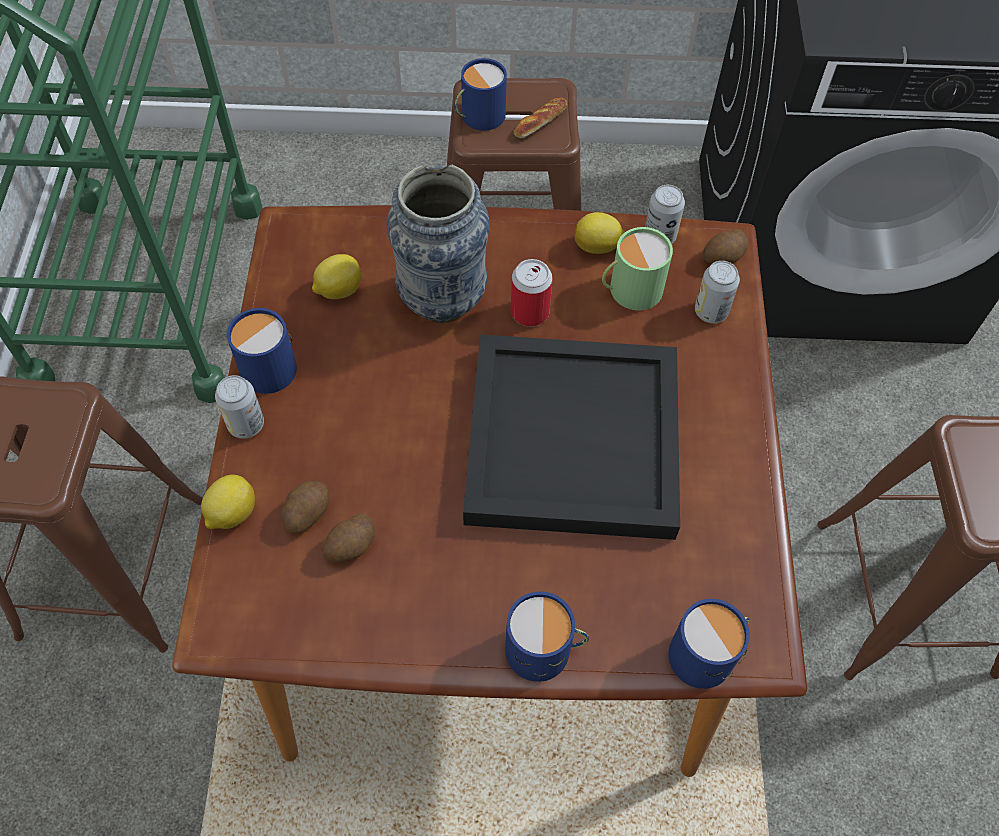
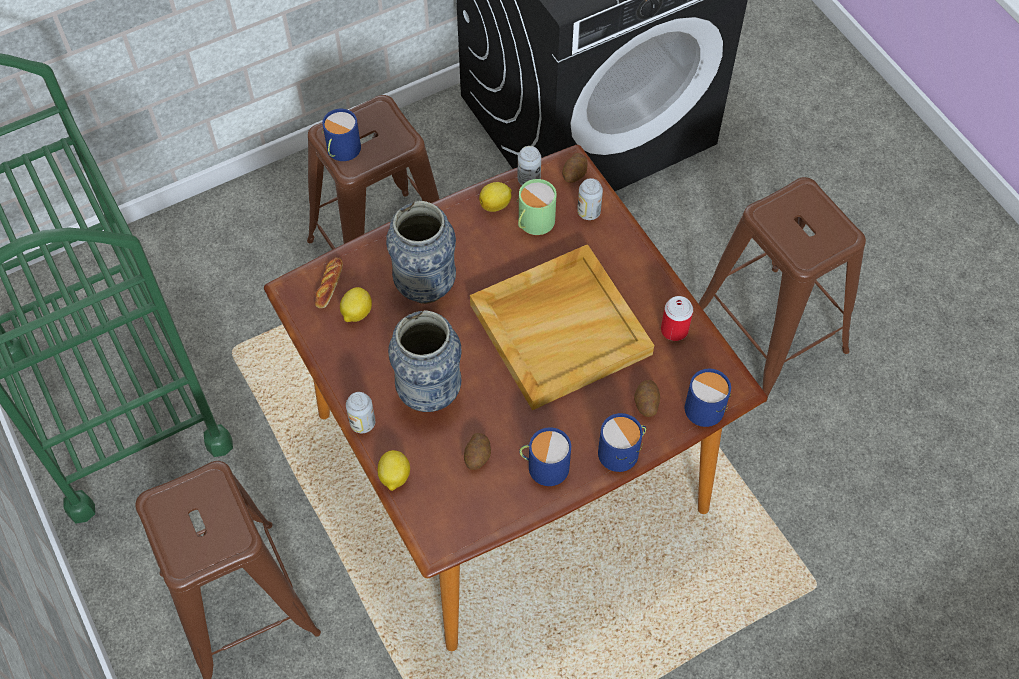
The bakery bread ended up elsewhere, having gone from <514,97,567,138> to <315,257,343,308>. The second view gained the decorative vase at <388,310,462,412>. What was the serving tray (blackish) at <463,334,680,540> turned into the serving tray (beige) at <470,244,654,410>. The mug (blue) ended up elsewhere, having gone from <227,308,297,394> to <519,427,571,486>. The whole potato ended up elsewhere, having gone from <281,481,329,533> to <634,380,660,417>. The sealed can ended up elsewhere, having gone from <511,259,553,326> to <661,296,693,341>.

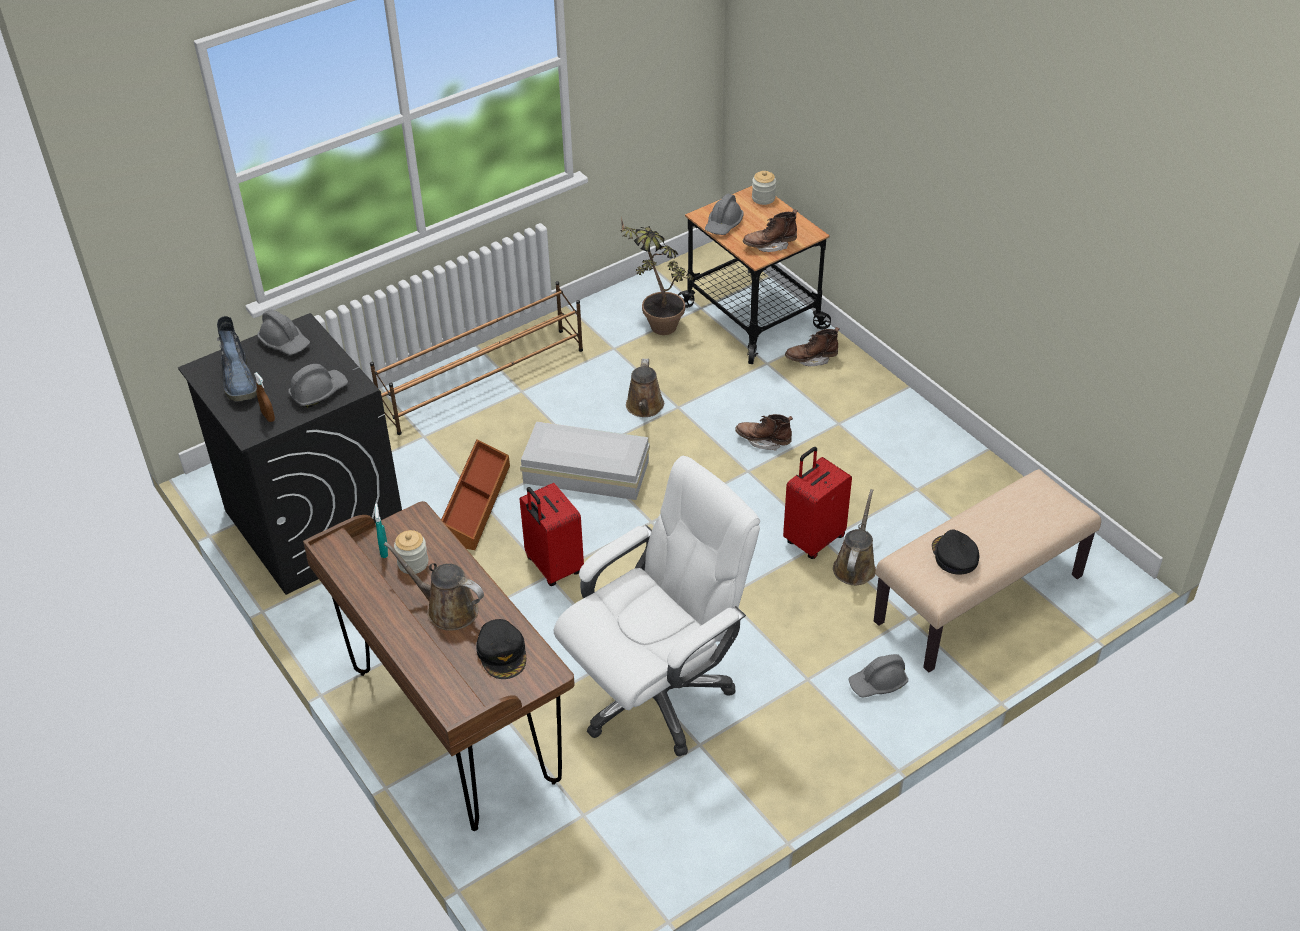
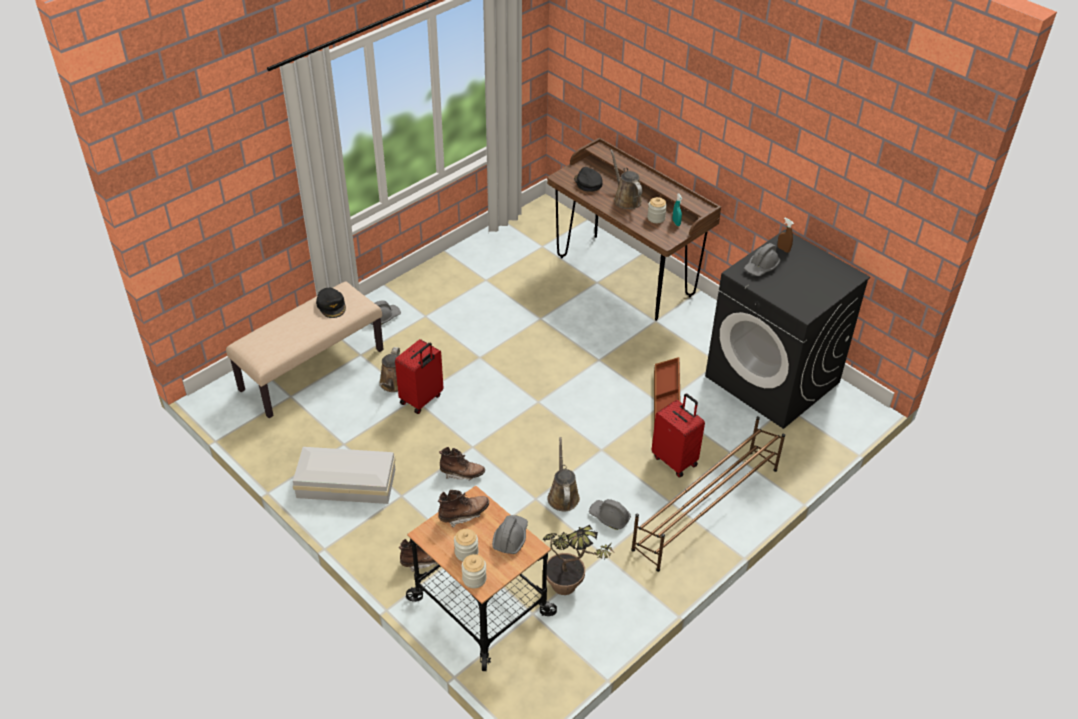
The storage bin (white-coloured) ended up elsewhere, having gone from <520,421,650,500> to <293,447,395,504>. The second view gained the preserve jar at <454,529,479,562>. The safety helmet (greyish) ended up elsewhere, having gone from <257,310,310,355> to <589,499,631,530>. The watering pot (brown-coloured) at <384,542,484,631> ended up facing another way, 135 degrees counterclockwise from before. The piece of luggage (reddish) ended up elsewhere, having gone from <519,483,584,586> to <652,393,705,478>. The second view lost the high-top boot at <217,316,257,401>. The second view lost the computer chair (white-coloured) at <554,456,760,756>.

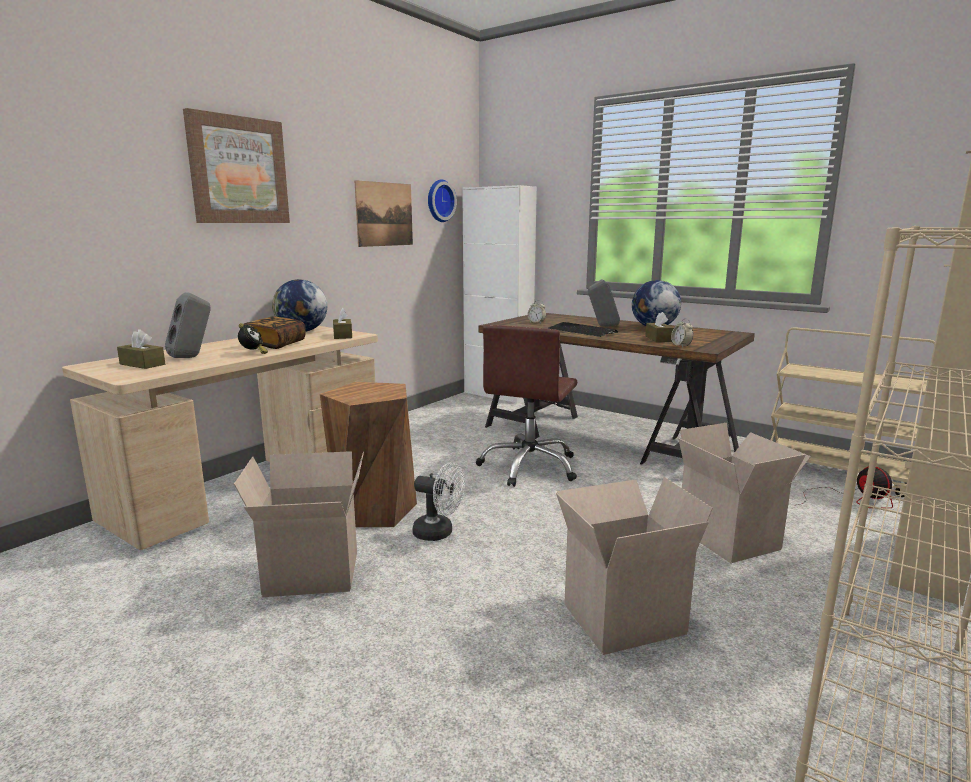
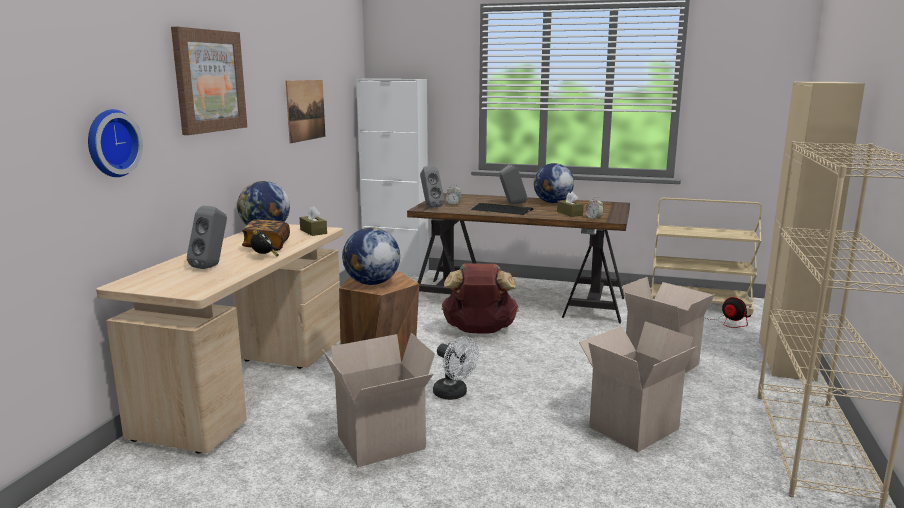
The hanging clock ended up elsewhere, having gone from <428,180,457,222> to <88,109,143,177>. The second view gained the world globe at <342,228,400,285>. The second view gained the audio speaker (greyish) at <420,166,445,207>. The electric fan (white-coloured) at <412,462,465,541> ended up facing another way, 45 degrees clockwise from before. Where the computer chair (brown-coloured) stood at <476,325,577,487>, the knapsack (brown-coloured) came to stand at <441,263,519,333>. The second view lost the tissue holder (brown-coloured) at <117,329,165,369>.

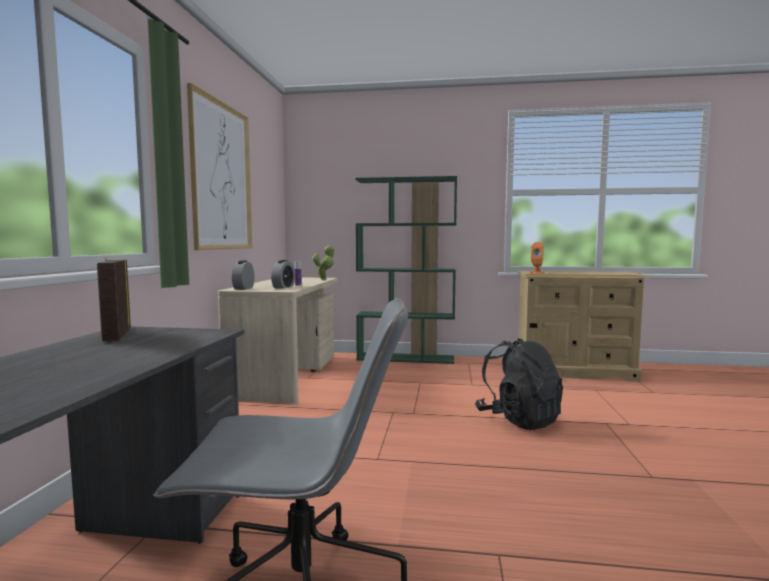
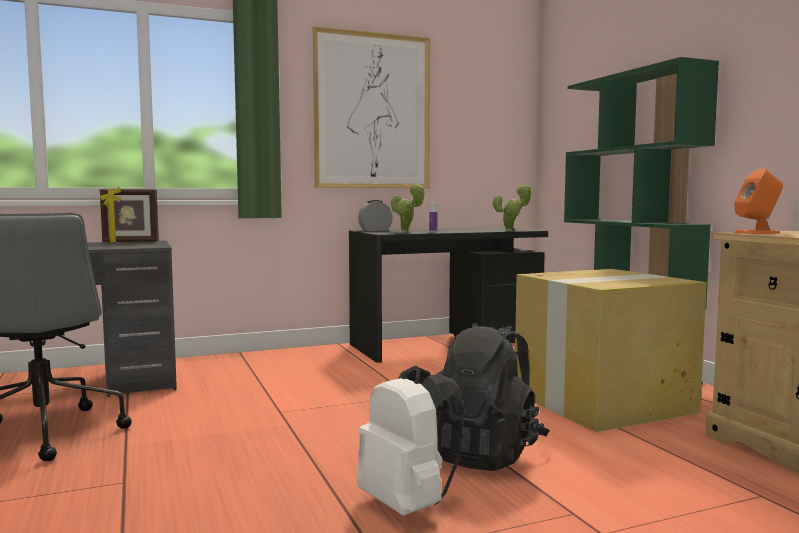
The standing frame at <97,258,131,342> ended up facing another way, 135 degrees counterclockwise from before. What was the desk table (beige) at <218,277,337,404> turned into the desk table (blackish) at <349,227,548,363>. The second view gained the knapsack (white-coloured) at <357,366,465,516>. Where the table clock stood at <271,260,295,289>, the plant in a pot came to stand at <391,183,425,232>. The second view gained the cardboard box at <515,269,707,432>.

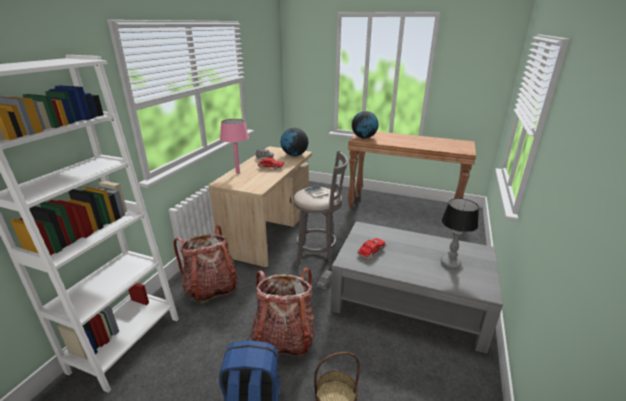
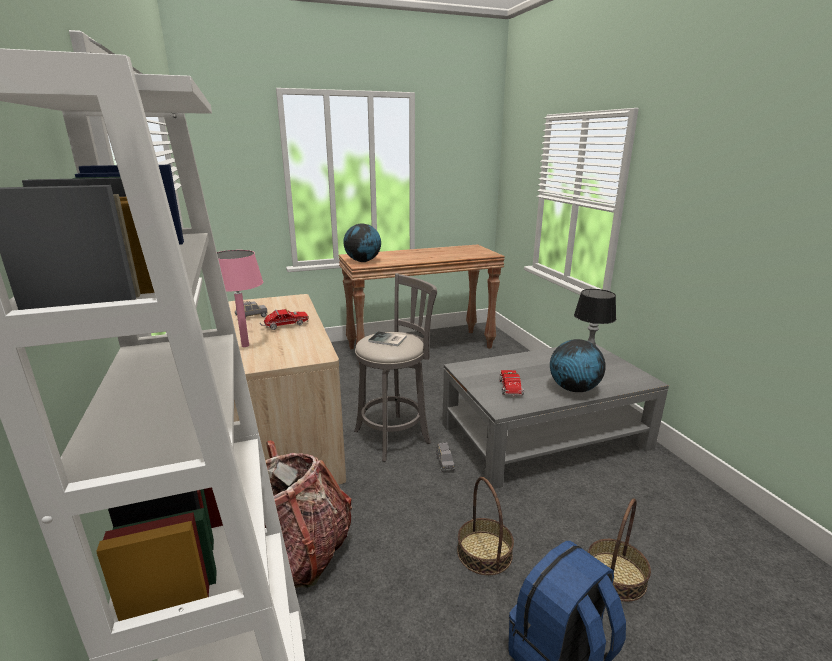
Where the knapsack stood at <251,267,315,356>, the storage basket came to stand at <457,477,514,575>. The world globe ended up elsewhere, having gone from <281,128,309,156> to <550,339,606,392>.

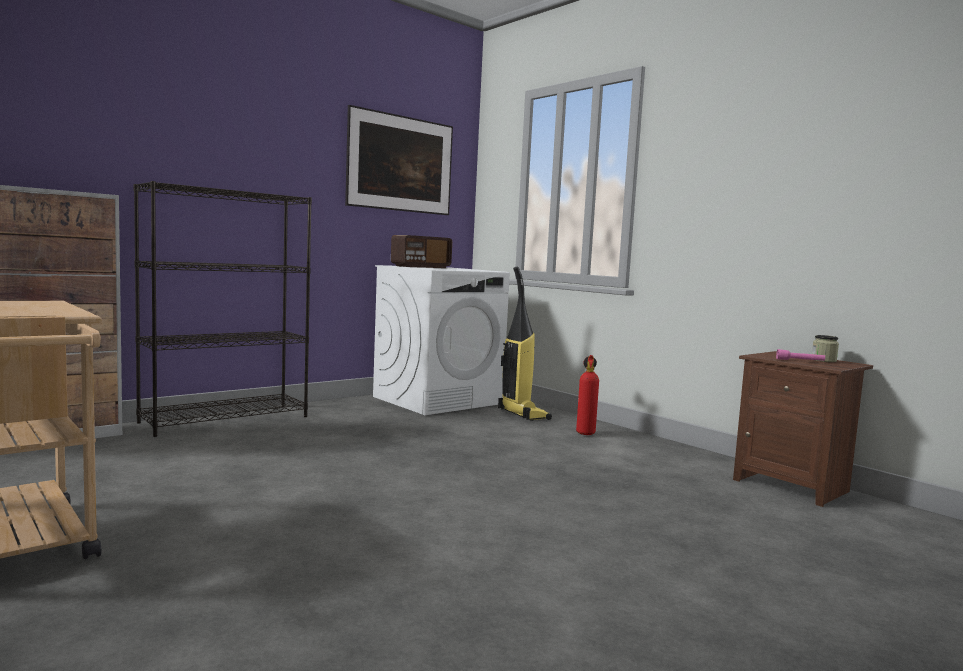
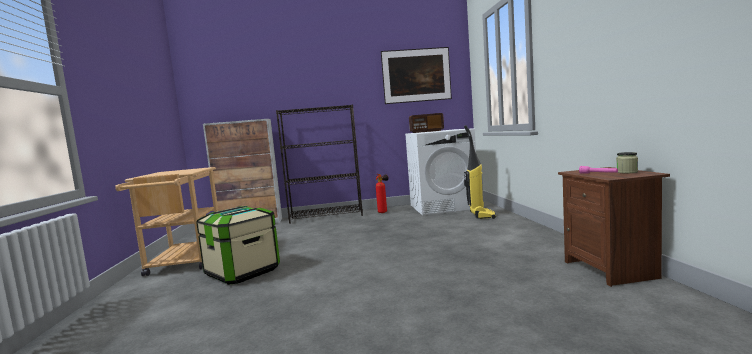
The second view gained the storage bin at <196,206,280,285>. The extinguisher ended up elsewhere, having gone from <576,355,599,435> to <376,174,389,213>.

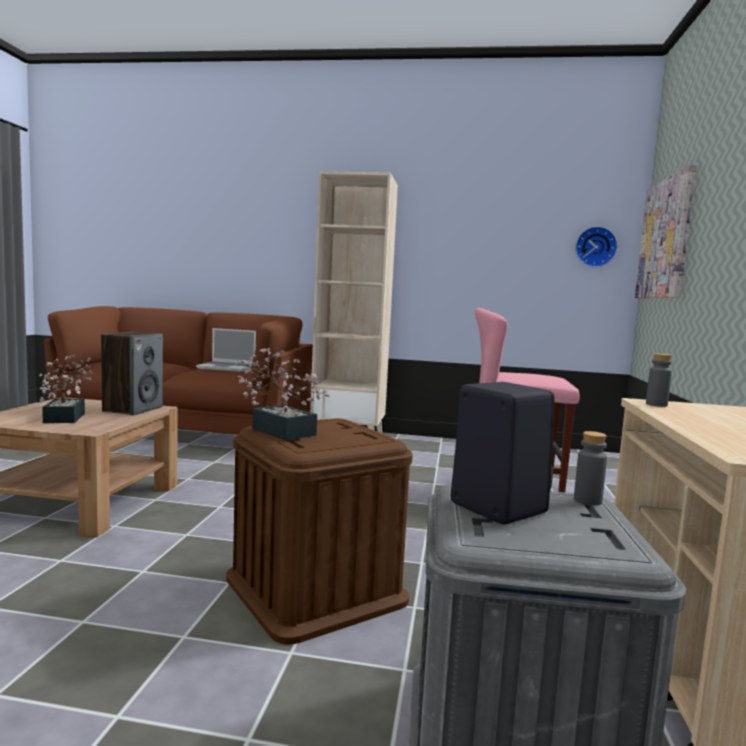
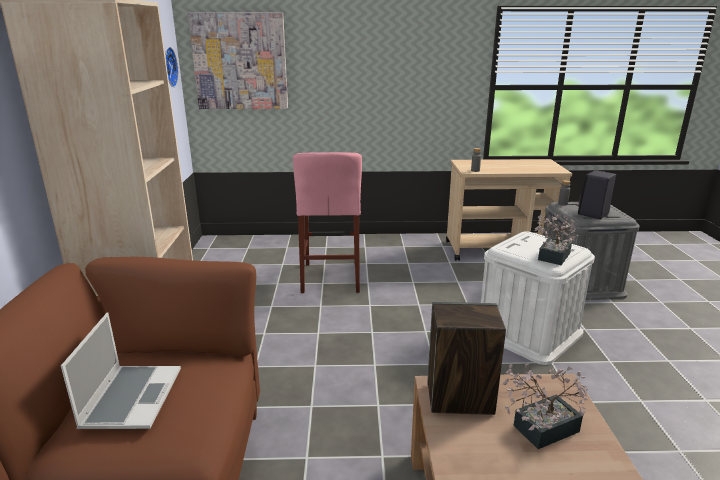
What was the storage bin (brown-coloured) at <226,418,413,644> turned into the storage bin (white-coloured) at <481,231,595,365>.

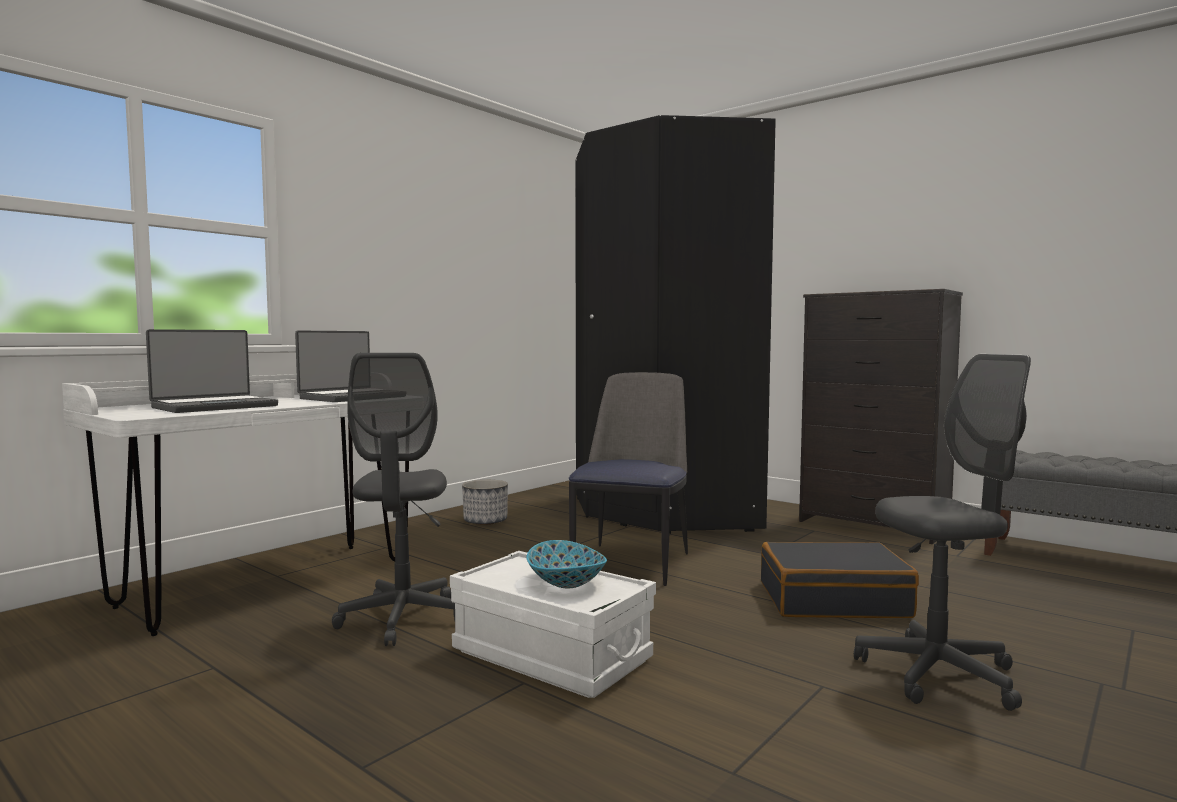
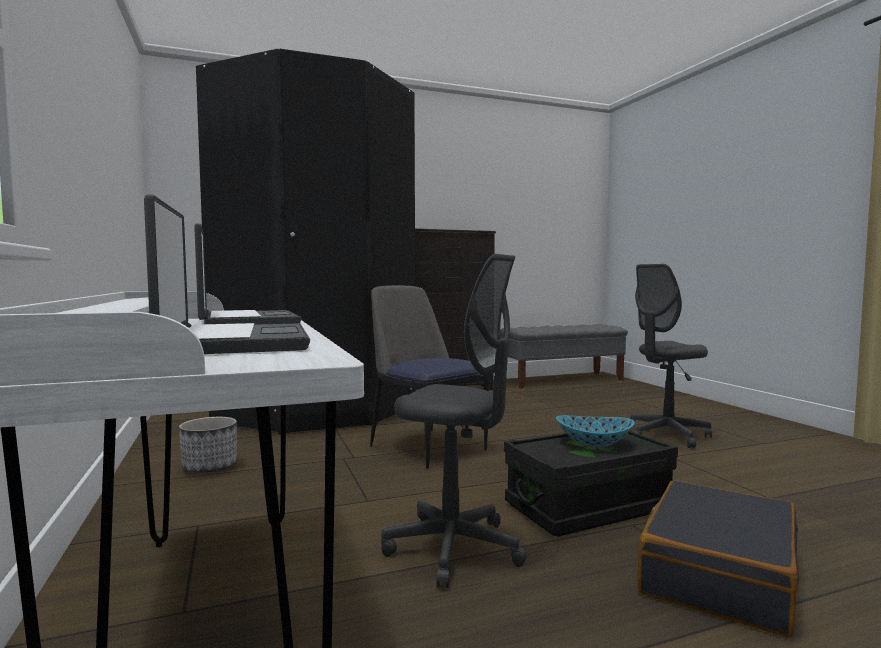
What was the storage bin (white-coloured) at <450,551,656,698> turned into the storage bin (blackish) at <504,431,678,536>. The computer chair (greyish) at <854,354,1031,711> ended up facing another way, 135 degrees counterclockwise from before. The piece of luggage (blackish) ended up elsewhere, having gone from <761,542,919,618> to <638,481,799,637>.

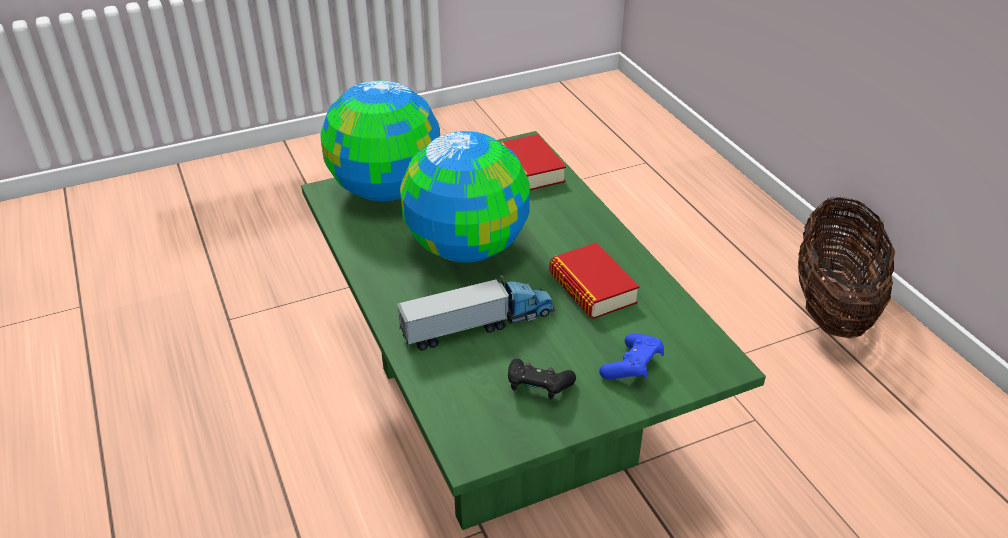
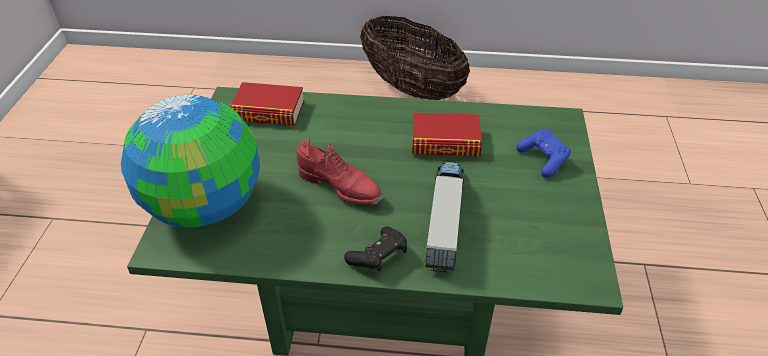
Where the world globe stood at <400,131,530,263>, the shoe (reddish) came to stand at <297,139,383,205>. The game controller (blackish) ended up elsewhere, having gone from <508,359,576,399> to <344,226,407,272>.

